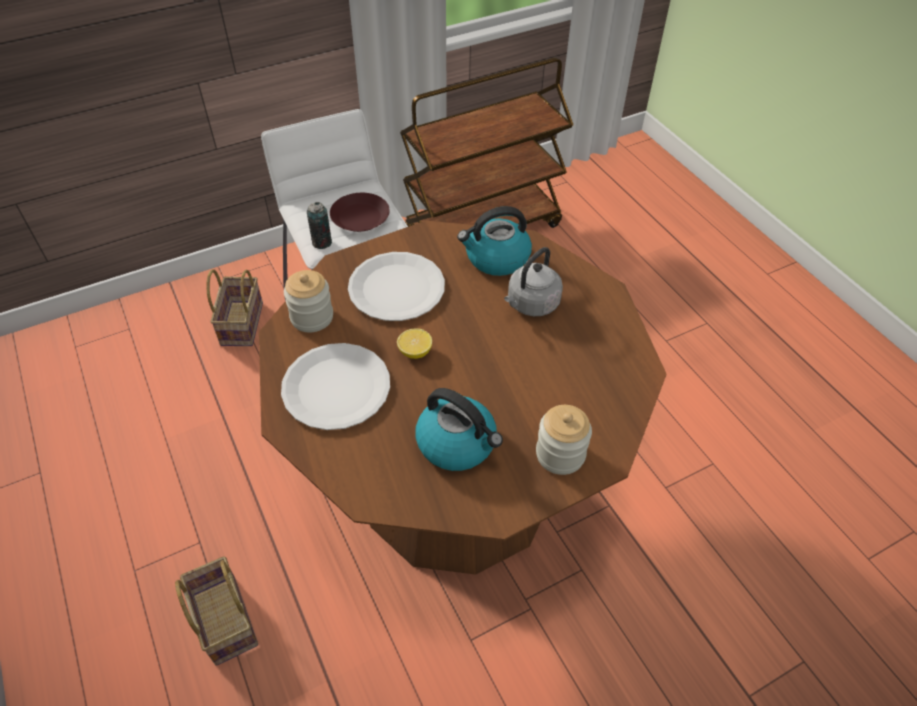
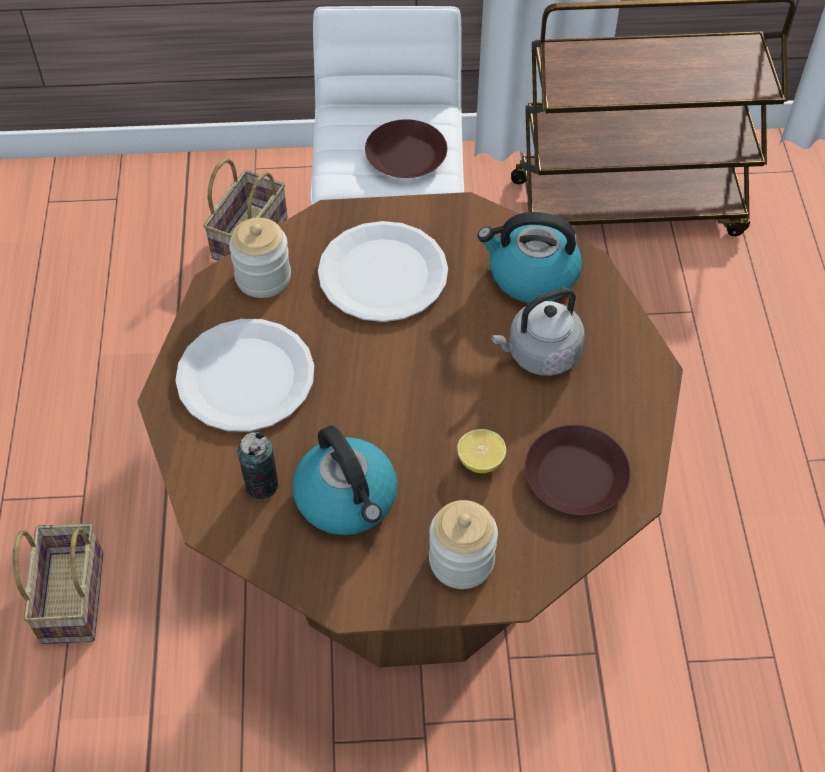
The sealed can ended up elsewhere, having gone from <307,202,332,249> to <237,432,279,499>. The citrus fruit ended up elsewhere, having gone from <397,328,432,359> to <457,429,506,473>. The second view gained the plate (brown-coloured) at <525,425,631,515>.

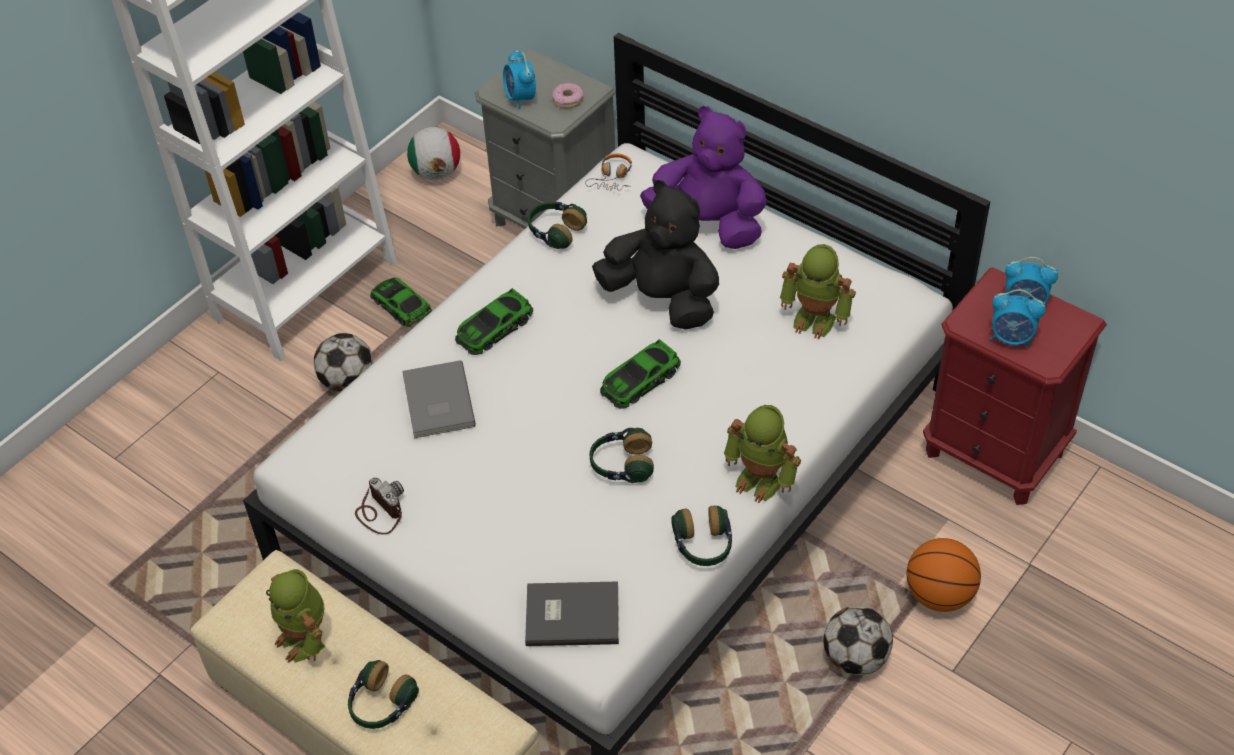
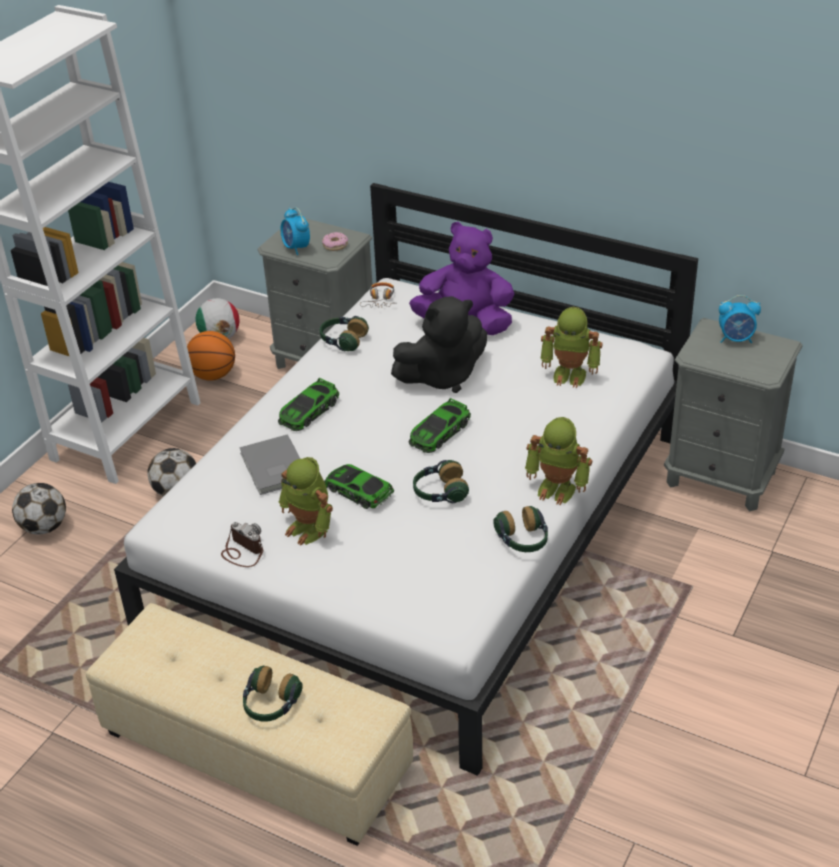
The football ball ended up elsewhere, having gone from <823,606,893,675> to <12,483,66,534>. The basketball ball ended up elsewhere, having gone from <906,538,981,612> to <187,331,235,381>. The toy robot ended up elsewhere, having gone from <266,569,325,663> to <279,457,333,546>. The toy car ended up elsewhere, having gone from <370,278,432,327> to <324,464,394,509>. The soft toy (blackish) at <592,180,719,329> ended up facing another way, 135 degrees clockwise from before. What was the nightstand (reddish) at <923,267,1107,505> turned into the nightstand (greyish) at <664,318,803,511>. The second view lost the bound book (greyish) at <525,581,619,646>. The second view lost the table clock at <990,289,1046,348>.

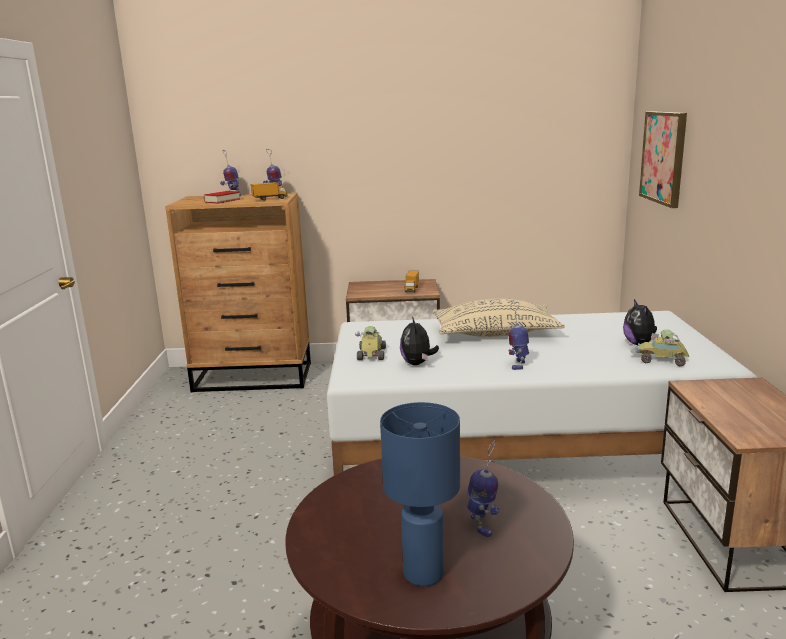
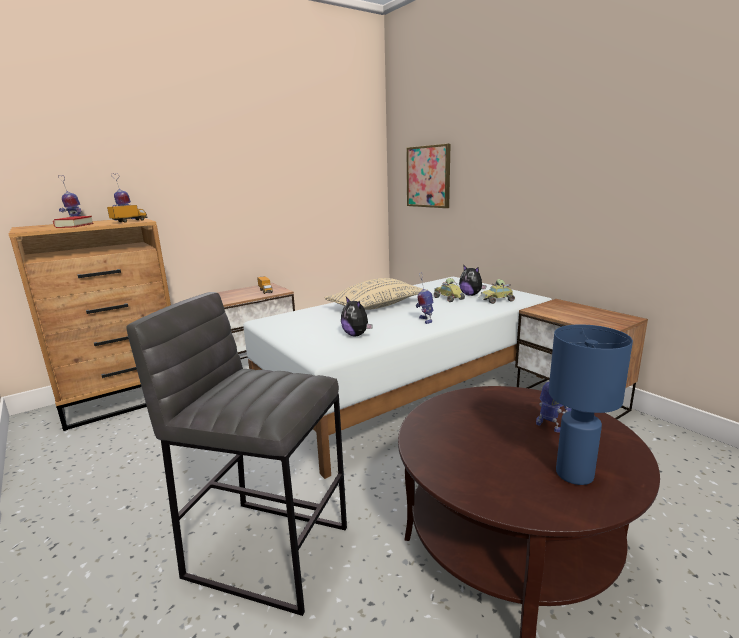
The second view gained the sitting stool (greyish) at <126,292,347,616>. The toy car ended up elsewhere, having gone from <355,326,386,360> to <434,278,465,302>.

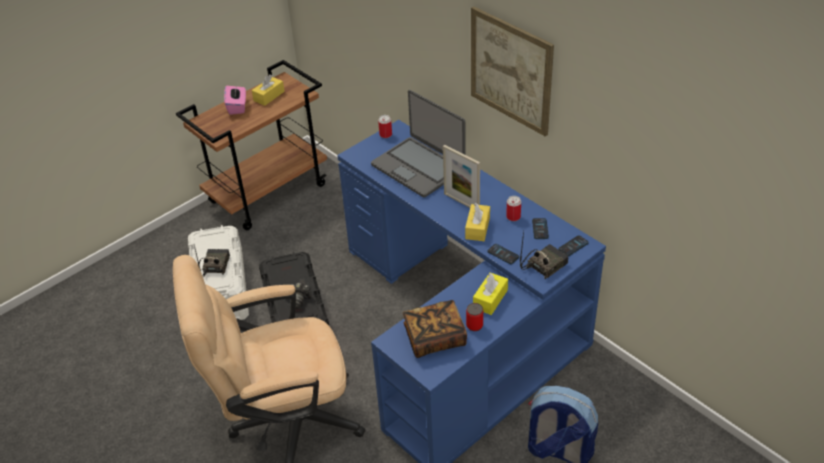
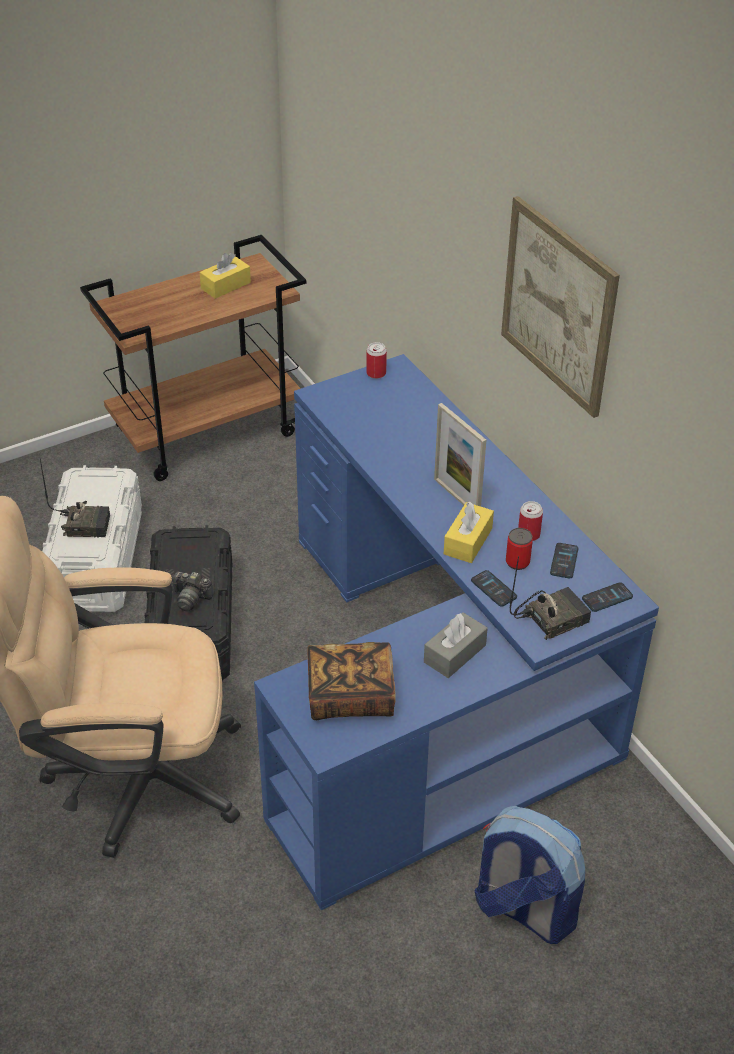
The radio receiver at <194,245,230,276> ended up facing another way, 75 degrees clockwise from before. What was the tissue holder (yellow) at <473,273,508,315> turned into the tissue holder (greyish) at <424,612,488,678>. The sealed can ended up elsewhere, having gone from <466,303,483,331> to <506,528,533,570>. The second view lost the tissue holder (pink) at <224,86,246,115>. The second view lost the notebook computer at <371,90,466,197>.

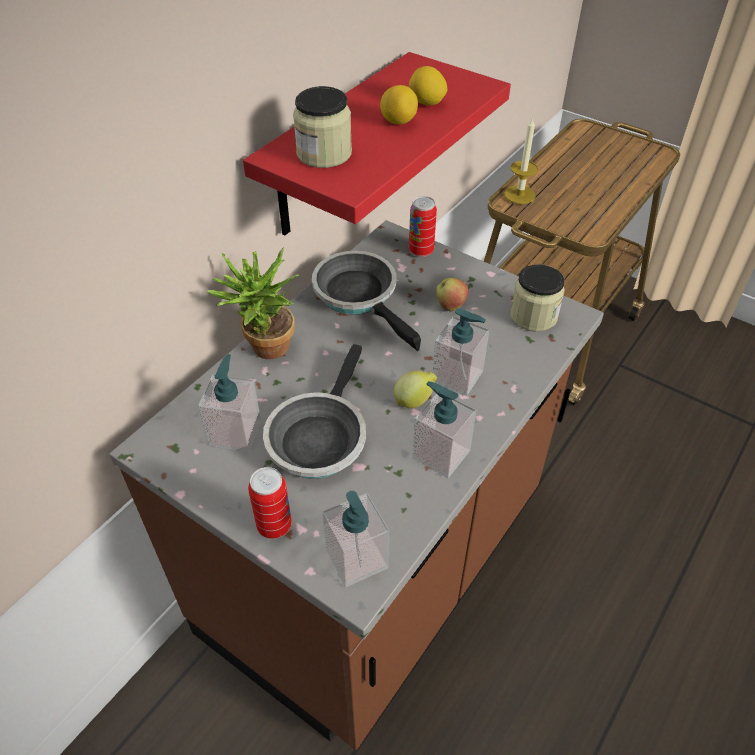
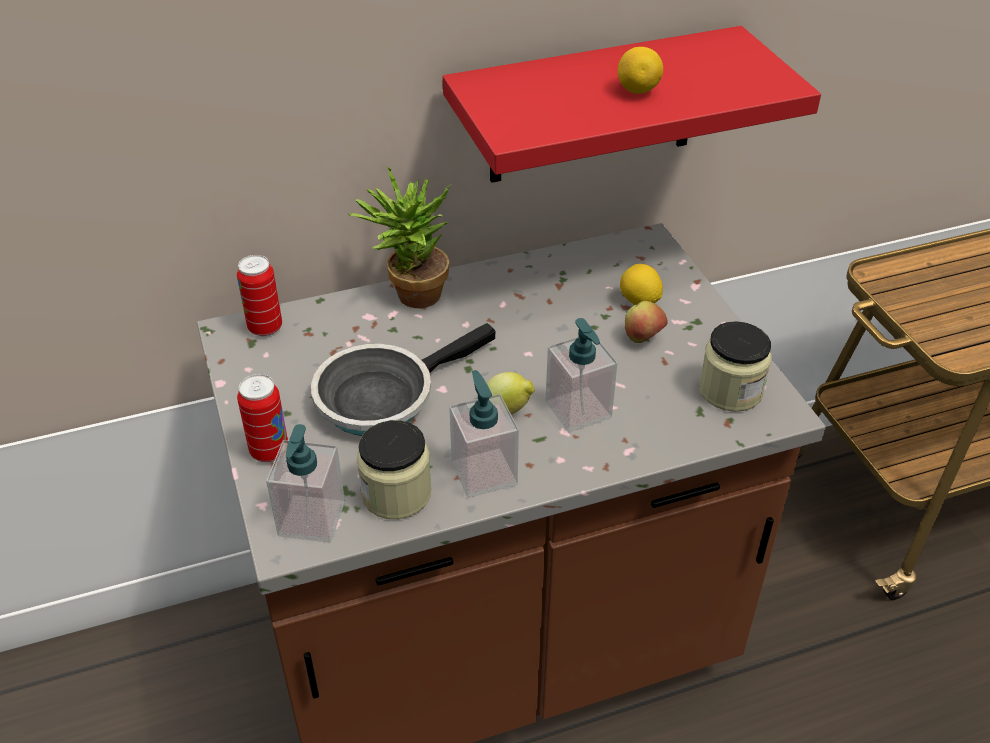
The sealed can ended up elsewhere, having gone from <409,196,437,257> to <237,255,282,336>. The preserve jar ended up elsewhere, having gone from <293,86,352,168> to <357,420,431,519>. The citrus fruit ended up elsewhere, having gone from <409,66,447,105> to <620,264,663,305>. The second view lost the soap dispenser at <198,354,261,452>. The second view lost the pan at <312,251,421,351>. The second view lost the wax candle at <504,117,538,204>.

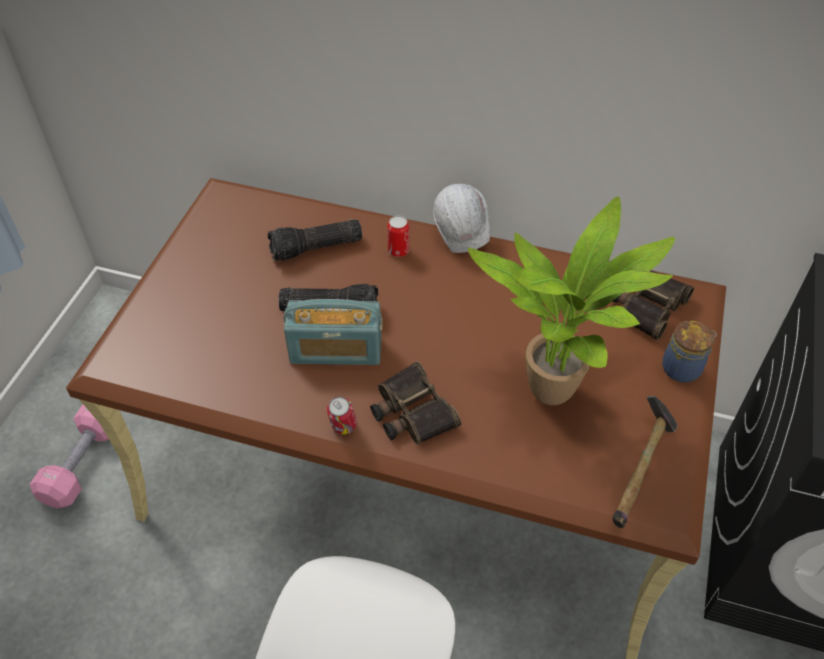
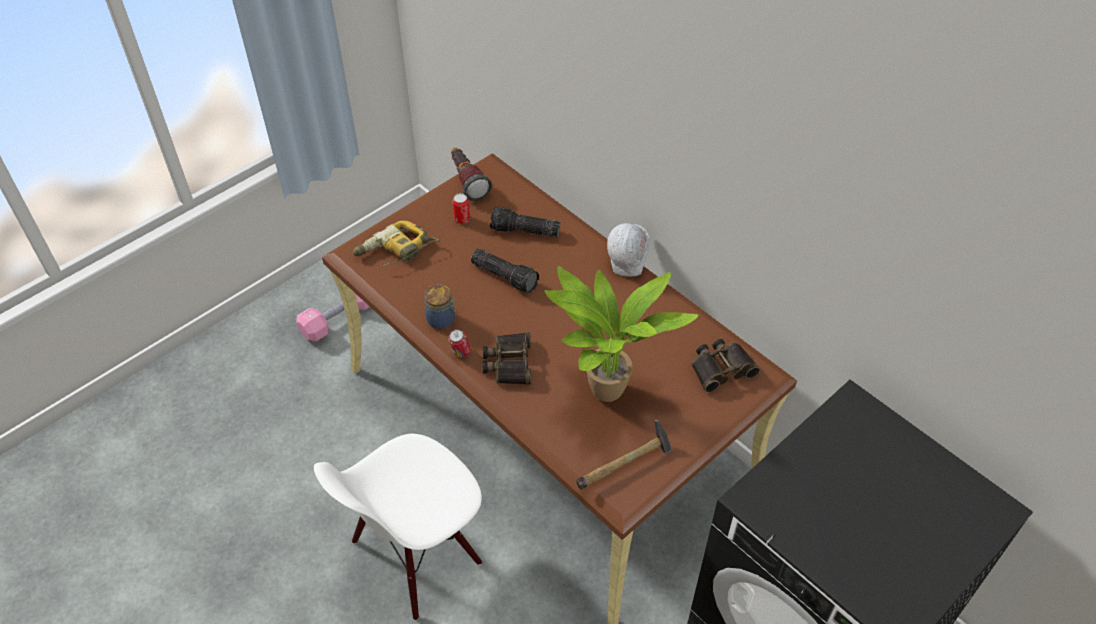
The second view gained the power drill at <353,220,440,267>. The preserve jar ended up elsewhere, having gone from <662,321,717,383> to <424,284,458,329>. The second view gained the hand torch at <451,148,492,201>. The sealed can ended up elsewhere, having gone from <387,216,409,257> to <453,193,470,224>. The second view lost the radio receiver at <284,299,382,365>.

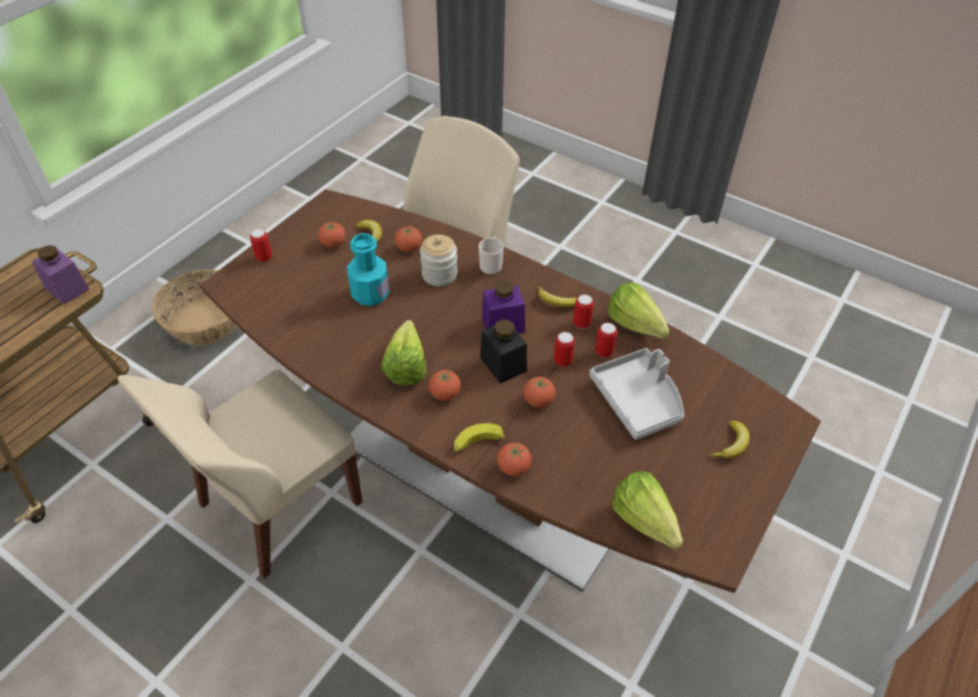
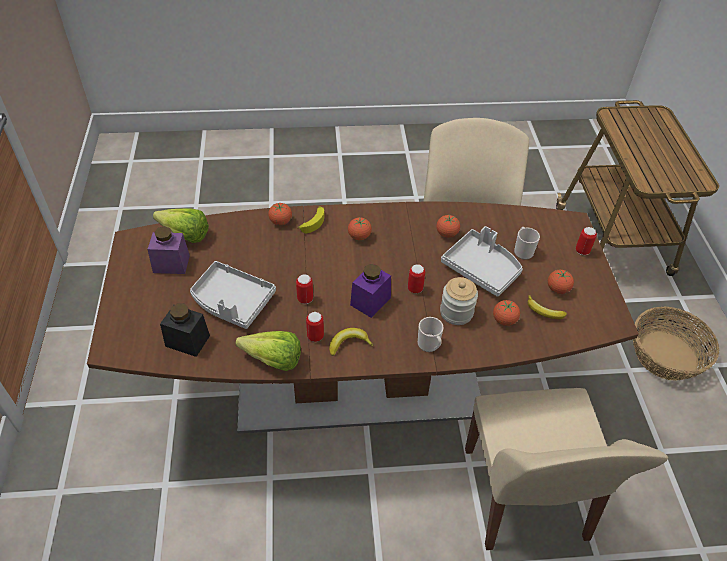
The preserve jar (purplish) ended up elsewhere, having gone from <32,245,89,304> to <148,226,190,274>. The preserve jar (blackish) ended up elsewhere, having gone from <480,320,527,384> to <160,303,210,357>. The sealed can ended up elsewhere, having gone from <595,323,617,358> to <408,264,425,293>. The whole tomato ended up elsewhere, having gone from <523,377,556,408> to <436,215,460,238>. Where the bottle (turquoise-coloured) stood at <347,233,389,306>, the serving tray (greyish) came to stand at <441,226,523,297>. The second view gained the mug at <514,227,540,260>. The second view lost the lettuce at <381,320,426,386>. The second view lost the whole banana at <710,421,750,458>.

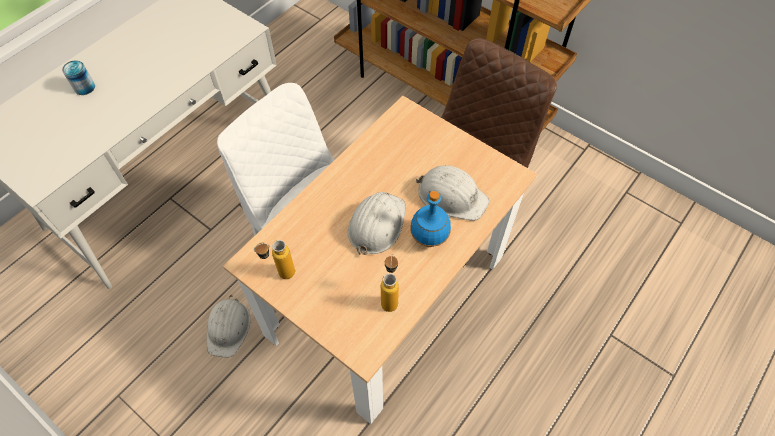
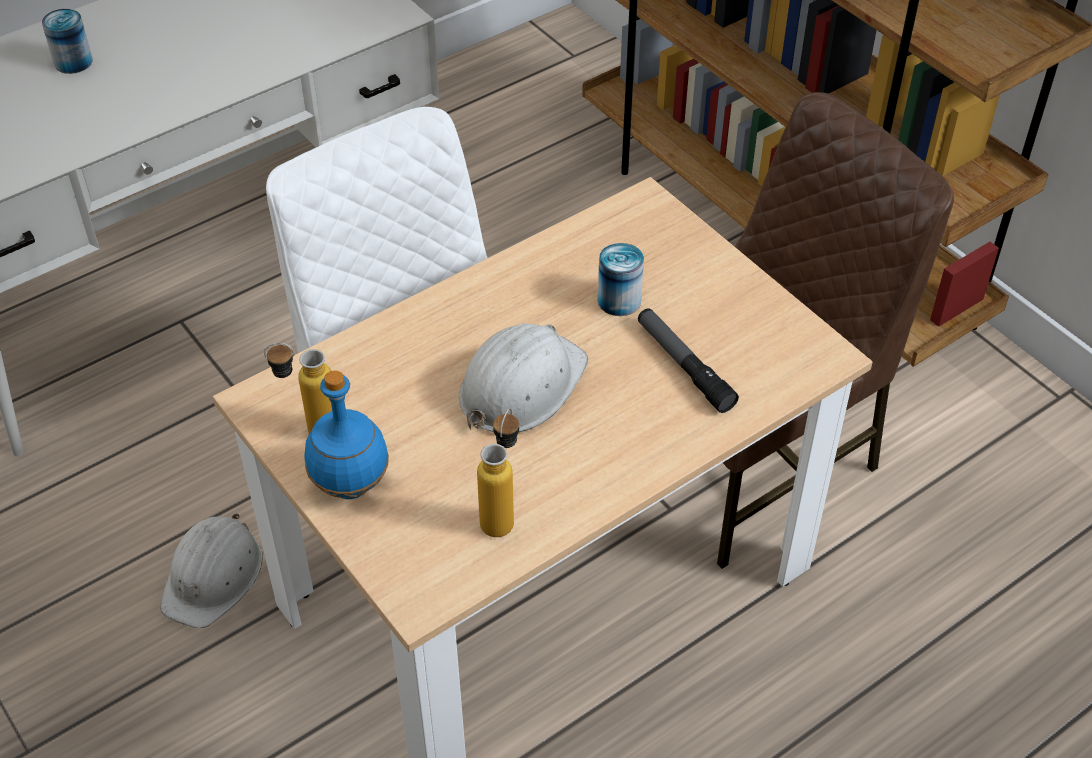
The bottle (blue) ended up elsewhere, having gone from <410,191,451,247> to <304,370,389,499>. The second view gained the sealed can at <598,243,644,316>. Where the safety helmet (white-coloured) stood at <416,165,489,221>, the hand torch came to stand at <638,308,739,413>.

